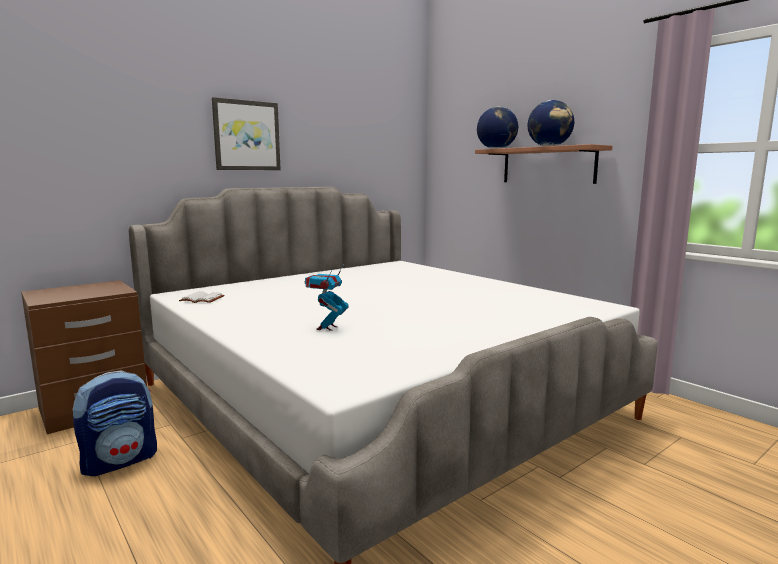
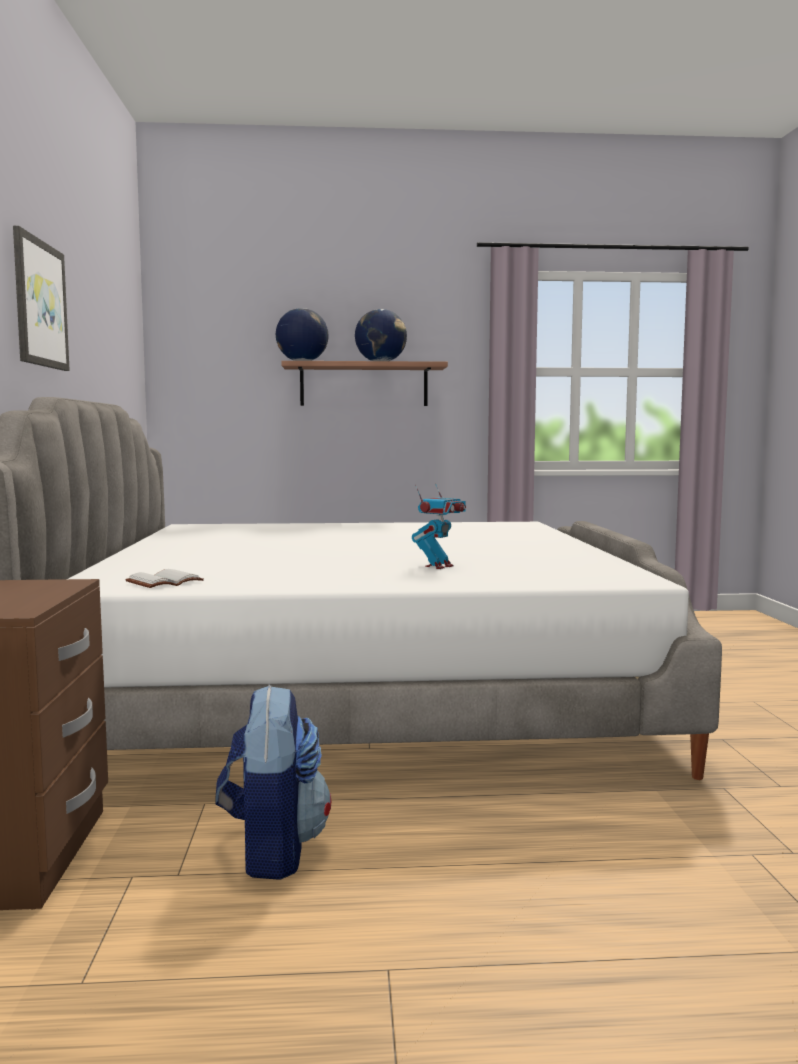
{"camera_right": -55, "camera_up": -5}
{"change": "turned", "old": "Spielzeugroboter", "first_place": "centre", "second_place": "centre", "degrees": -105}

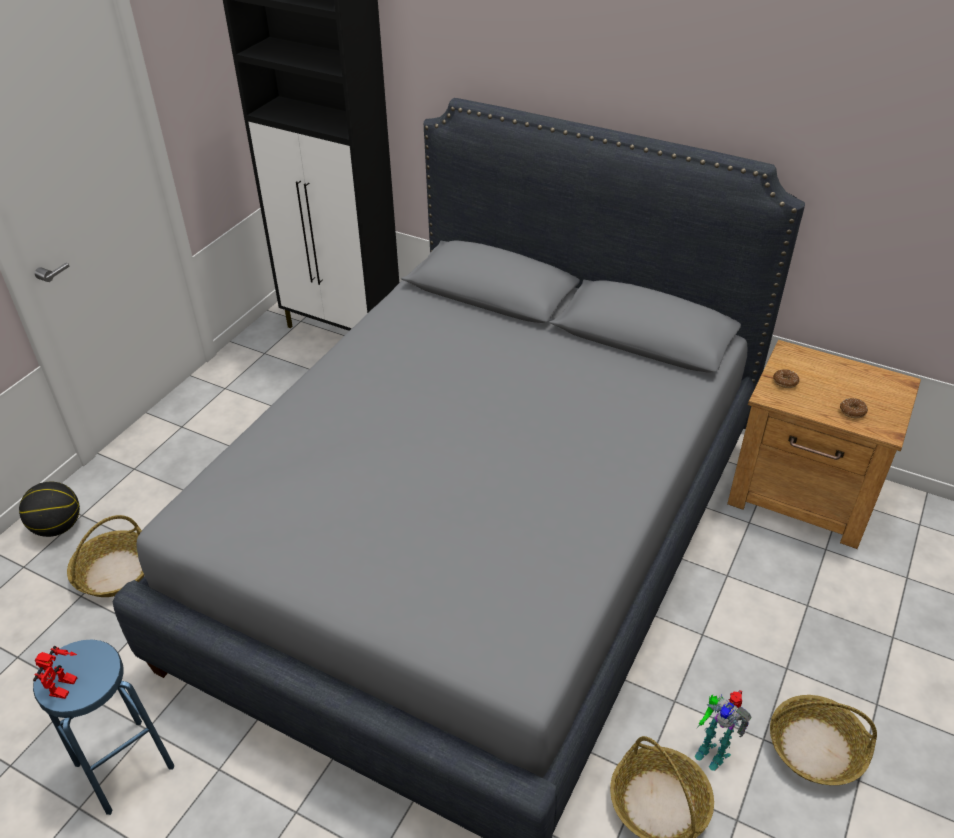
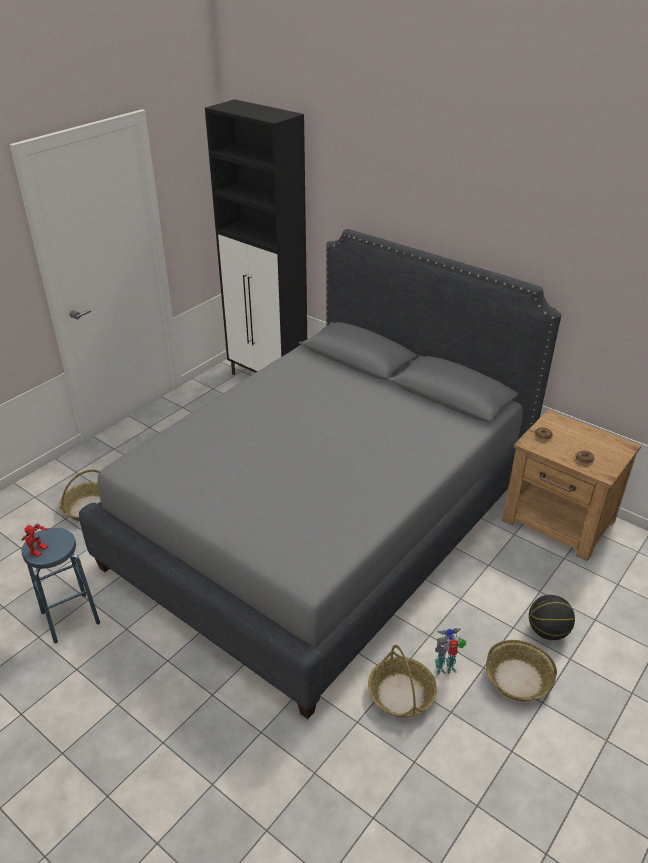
{"camera_right": 10, "camera_up": -5}
{"change": "moved", "old": "Basketball", "first_place": "middle left", "second_place": "bottom right"}
{"change": "turned", "old": "Spielzeugroboter (2nd from left)", "first_place": "bottom right", "second_place": "bottom right", "degrees": 120}

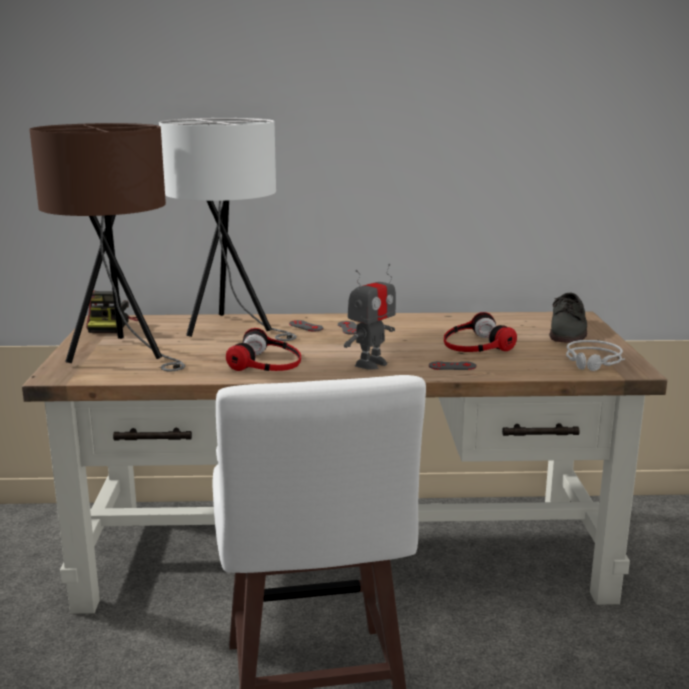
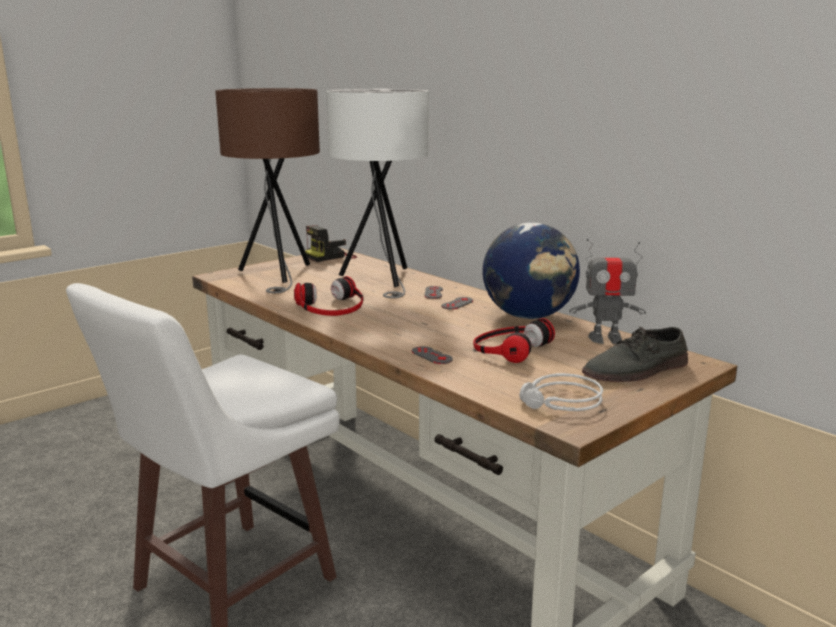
{"camera_right": 50, "camera_up": 0}
{"change": "added", "new": "Globus", "second_place": "centre"}
{"change": "moved", "old": "Spielzeugroboter", "first_place": "centre", "second_place": "middle right"}

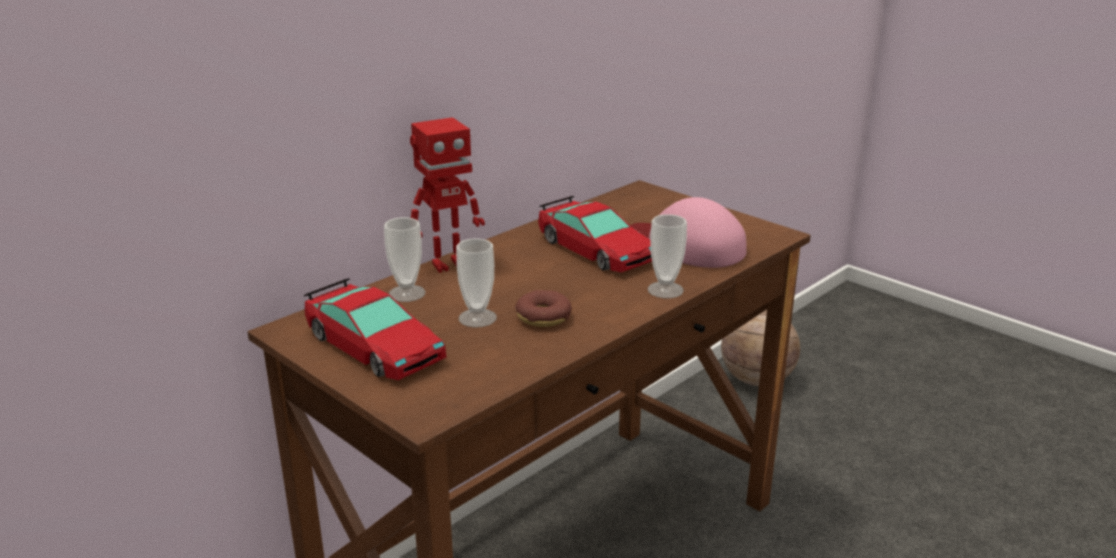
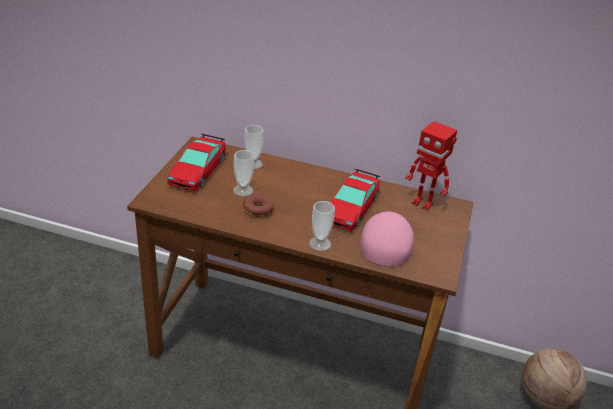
{"camera_right": 60, "camera_up": 10}
{"change": "moved", "old": "Spielzeugroboter", "first_place": "centre", "second_place": "middle right"}

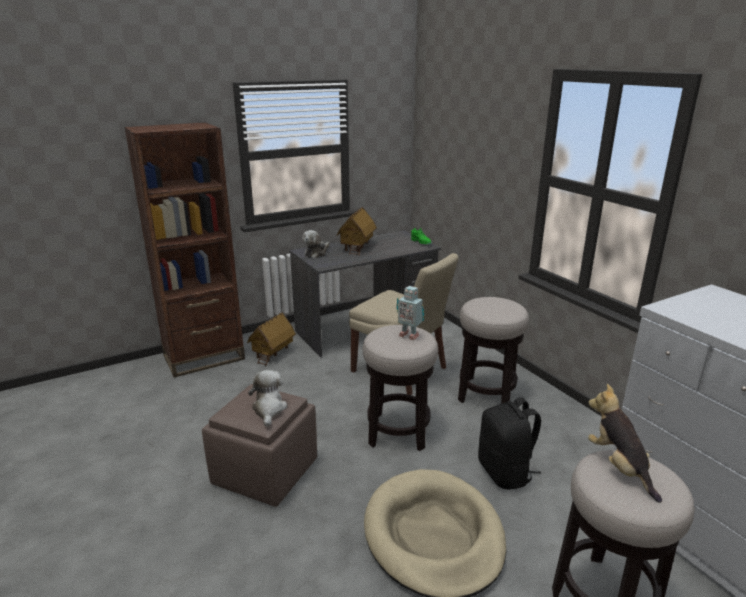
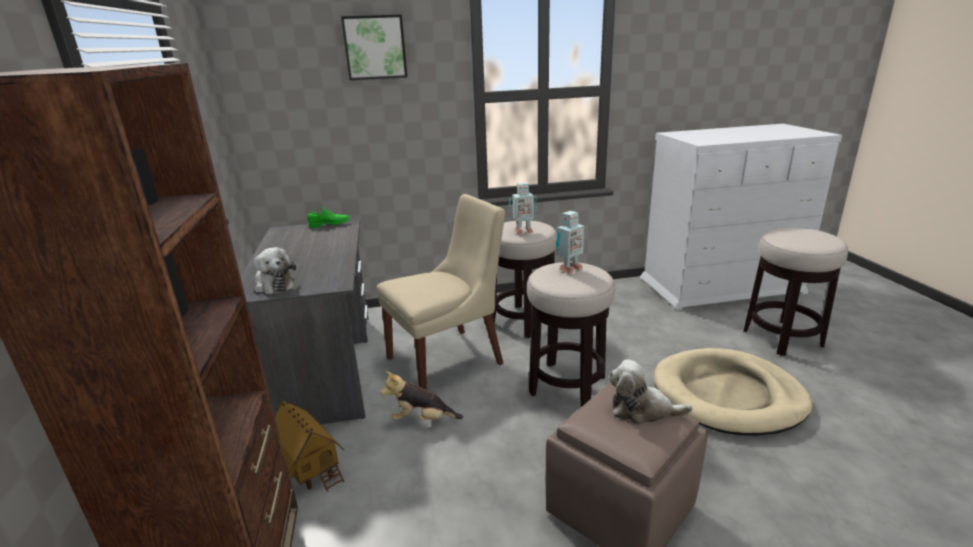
{"camera_right": -70, "camera_up": 0}
{"change": "removed", "old": "Spielzeughaus (2nd from left)", "first_place": "centre"}
{"change": "removed", "old": "Rucksack (schwarz)", "first_place": "bottom right"}
{"change": "added", "new": "Bild", "second_place": "top centre"}
{"change": "added", "new": "Spielzeugroboter (1st from left)", "second_place": "centre"}
{"change": "moved", "old": "Plüschtier (3rd from left in the first image)", "new": "Plüschtier (2nd from left)", "first_place": "bottom right", "second_place": "bottom centre"}

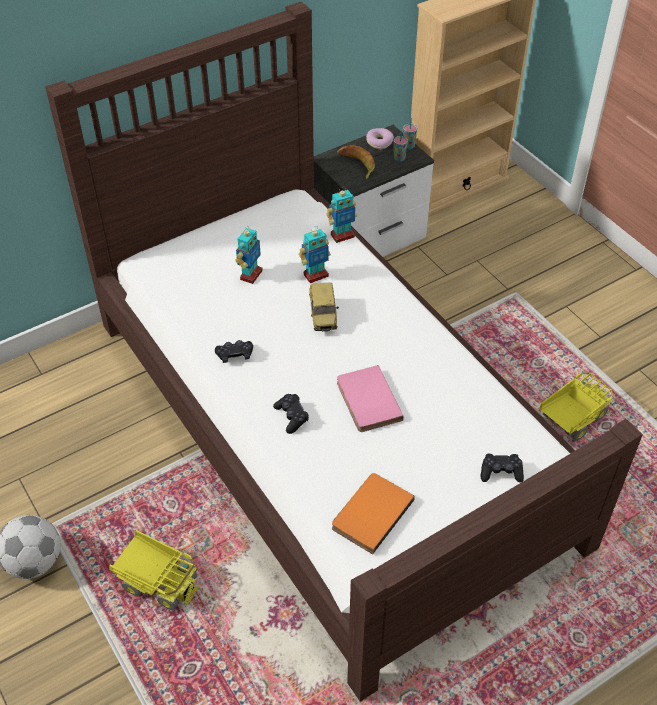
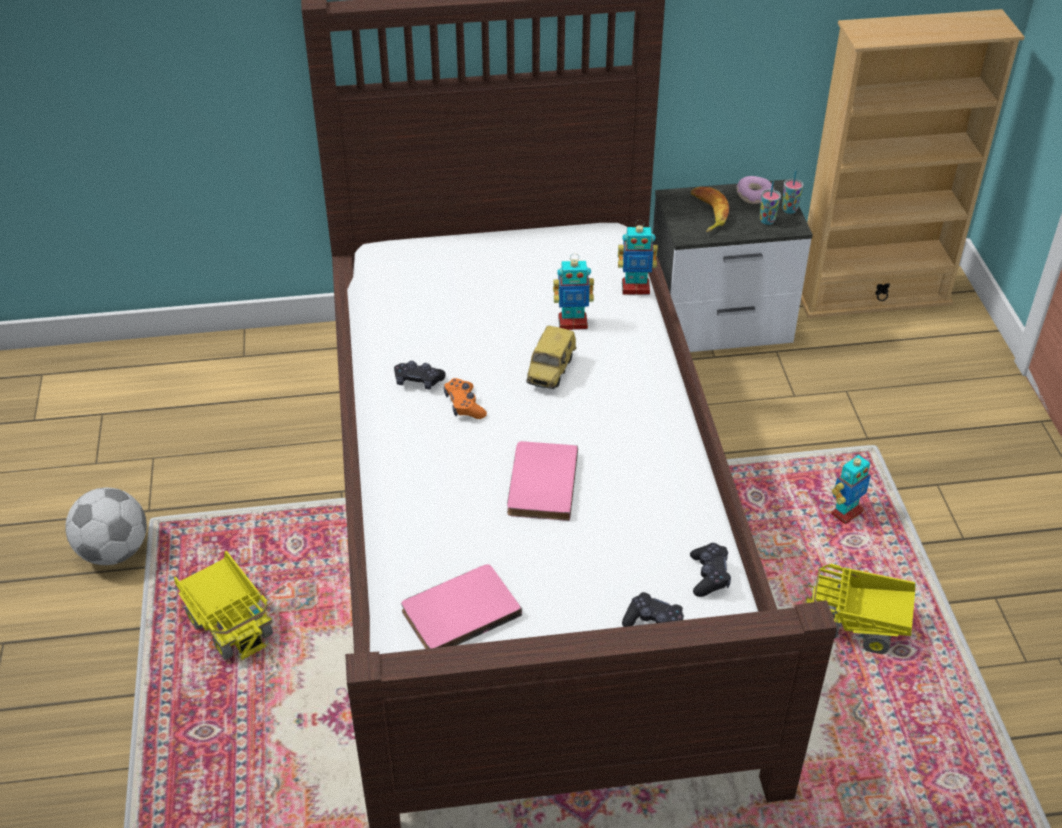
{"camera_right": 25, "camera_up": -5}
{"change": "added", "new": "Gamepad (orange)", "second_place": "centre"}
{"change": "moved", "old": "Spielzeugroboter (1st from left in the first image)", "new": "Spielzeugroboter (3rd from left)", "first_place": "centre", "second_place": "middle right"}
{"change": "moved", "old": "Gamepad (schwarz) (2nd from left in the first image)", "new": "Gamepad (schwarz) (3rd from left)", "first_place": "centre", "second_place": "bottom right"}
{"change": "recoloured", "old": "Buch (orange)", "new": "Buch (rosa) (1st from left)", "first_place": "bottom centre", "second_place": "bottom centre"}
{"change": "turned", "old": "Spielzeuglaster (2nd from left)", "first_place": "middle right", "second_place": "bottom right", "degrees": -150}

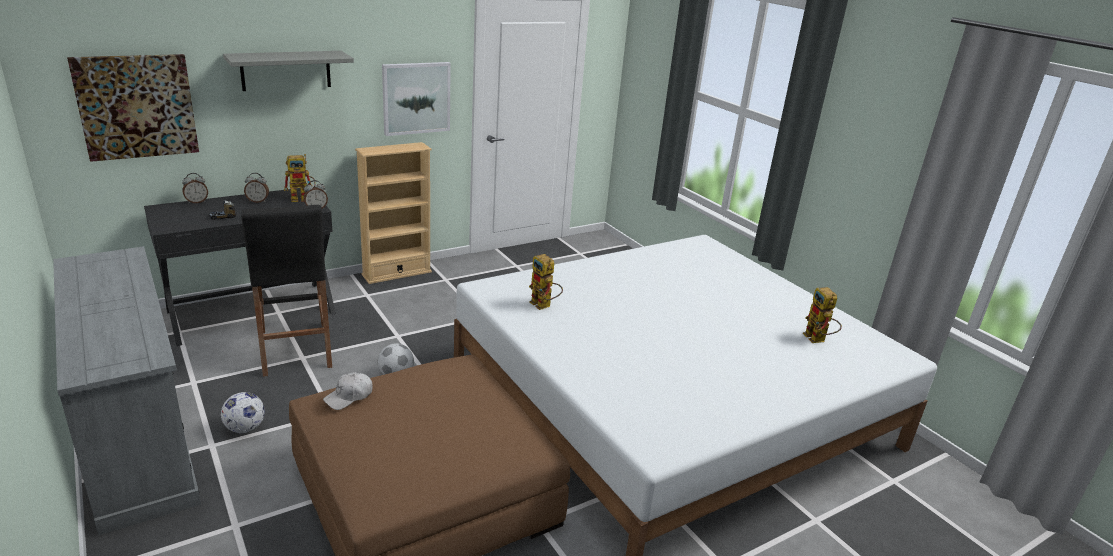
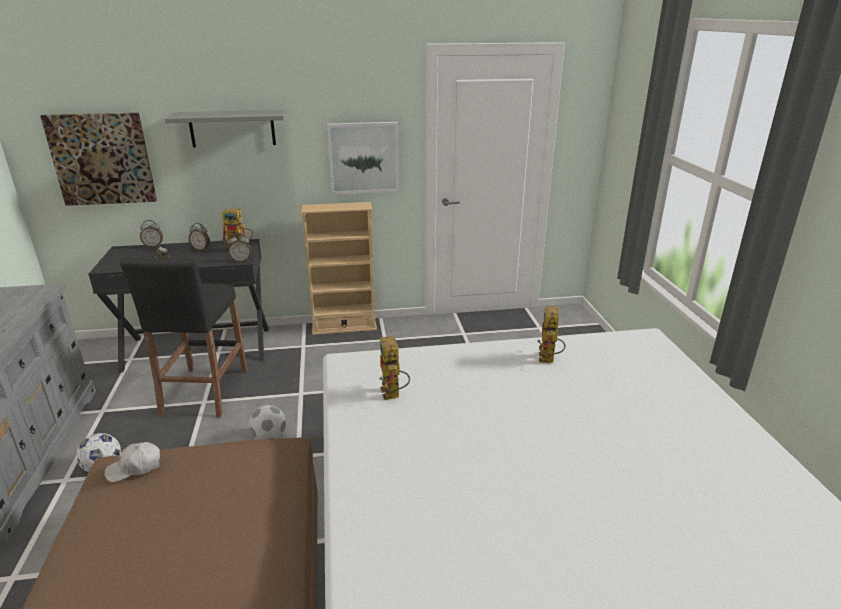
{"camera_right": 25, "camera_up": 0}
{"change": "moved", "old": "Spielzeugroboter (3rd from left)", "first_place": "middle right", "second_place": "centre"}

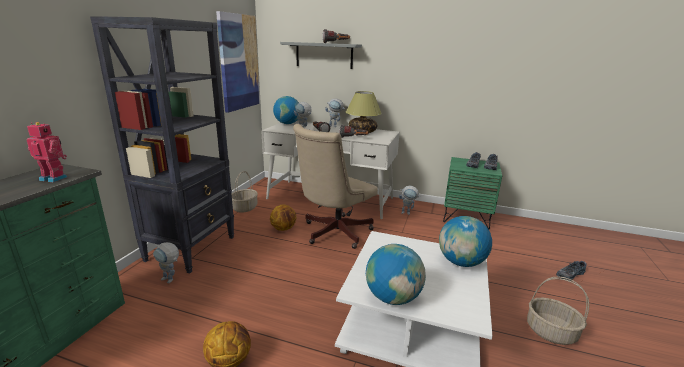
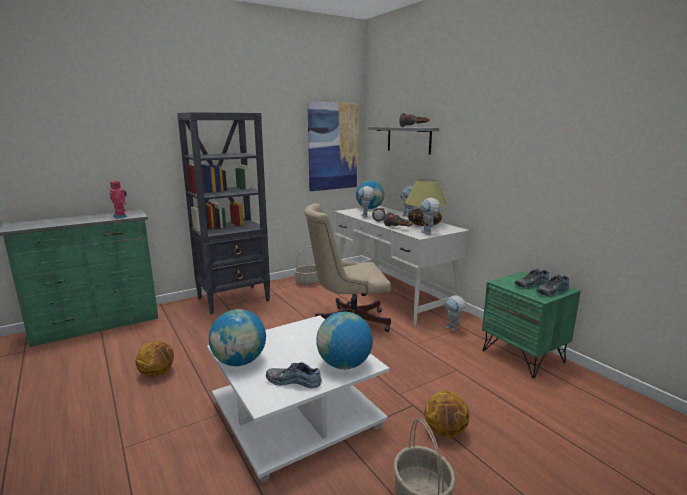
{"camera_right": 40, "camera_up": -5}
{"change": "moved", "old": "Spielzeugroboter (2nd from left in the first image)", "new": "Spielzeugroboter (4th from left)", "first_place": "bottom left", "second_place": "centre"}
{"change": "moved", "old": "Basketball (2nd from left)", "first_place": "centre", "second_place": "bottom centre"}
{"change": "moved", "old": "Schuh (3rd from left in the first image)", "new": "Schuh (1st from left)", "first_place": "bottom right", "second_place": "bottom centre"}

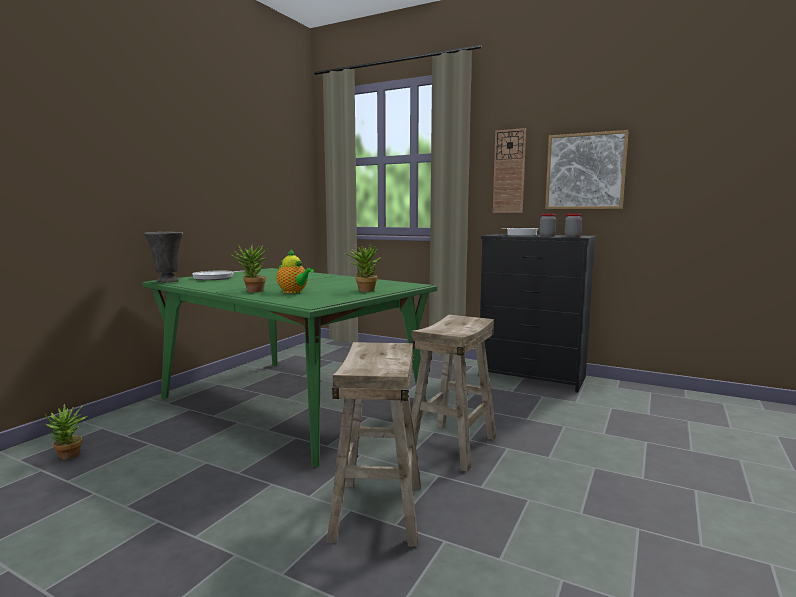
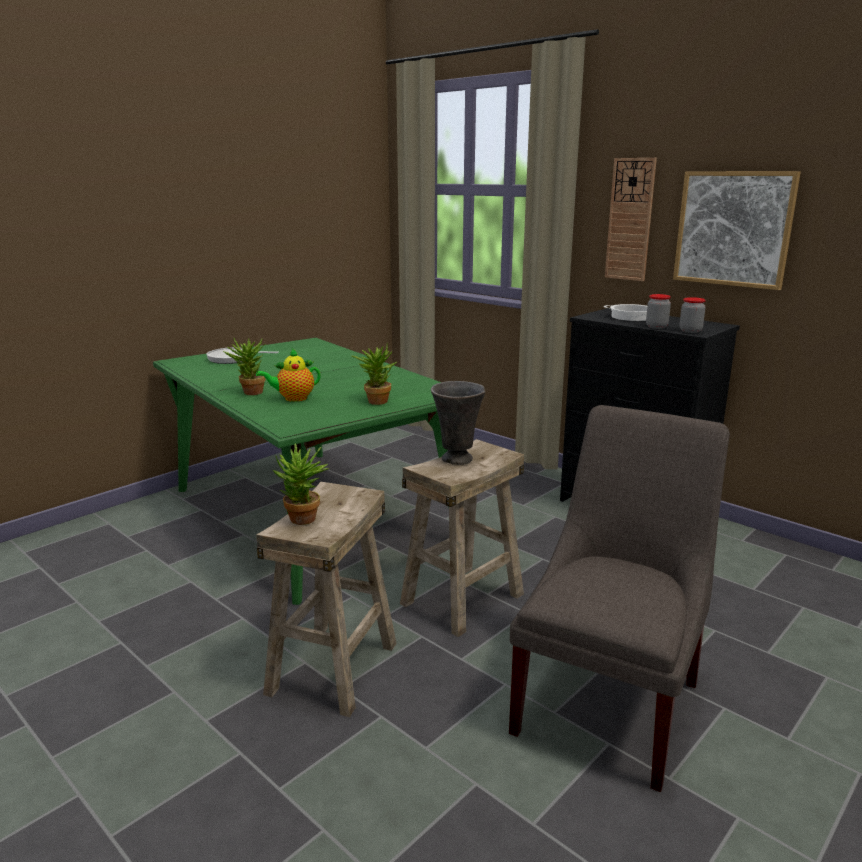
{"camera_right": 15, "camera_up": 10}
{"change": "added", "new": "Stuhl (grau)", "second_place": "bottom right"}
{"change": "moved", "old": "Topfpflanze (1st from left in the first image)", "new": "Topfpflanze (2nd from left)", "first_place": "bottom left", "second_place": "centre"}
{"change": "moved", "old": "Vase (grau)", "first_place": "middle left", "second_place": "centre"}
{"change": "turned", "old": "Teekanne", "first_place": "centre", "second_place": "centre", "degrees": 105}

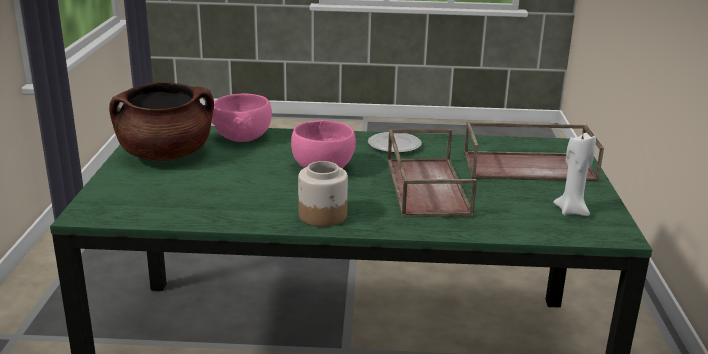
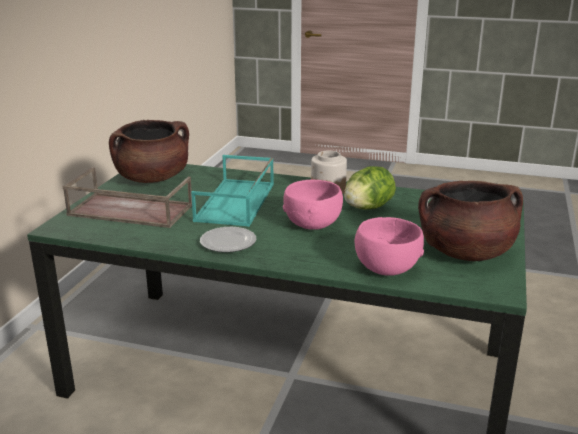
{"camera_right": -165, "camera_up": 0}
{"change": "added", "new": "Salatkopf", "second_place": "centre"}
{"change": "replaced", "old": "Kerze (weiß)", "new": "Kochtopf (braun) (1st from left)", "first_place": "middle right", "second_place": "middle left"}
{"change": "recoloured", "old": "Tablett (braun) (1st from left)", "new": "Tablett (türkis)", "first_place": "centre", "second_place": "centre"}

